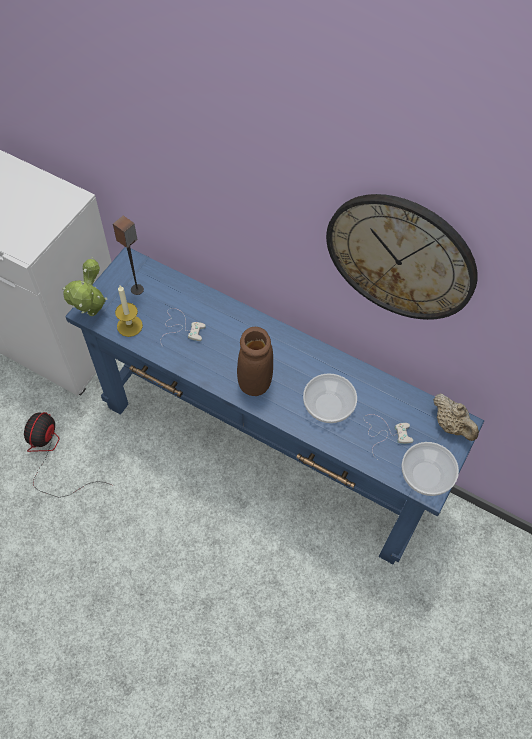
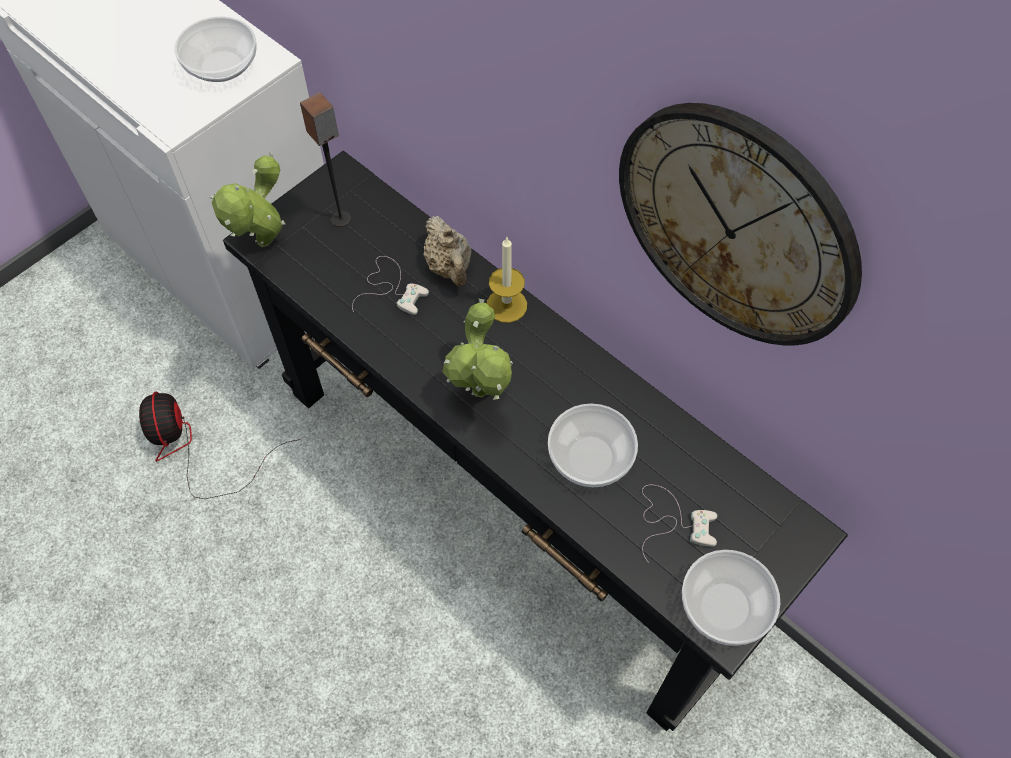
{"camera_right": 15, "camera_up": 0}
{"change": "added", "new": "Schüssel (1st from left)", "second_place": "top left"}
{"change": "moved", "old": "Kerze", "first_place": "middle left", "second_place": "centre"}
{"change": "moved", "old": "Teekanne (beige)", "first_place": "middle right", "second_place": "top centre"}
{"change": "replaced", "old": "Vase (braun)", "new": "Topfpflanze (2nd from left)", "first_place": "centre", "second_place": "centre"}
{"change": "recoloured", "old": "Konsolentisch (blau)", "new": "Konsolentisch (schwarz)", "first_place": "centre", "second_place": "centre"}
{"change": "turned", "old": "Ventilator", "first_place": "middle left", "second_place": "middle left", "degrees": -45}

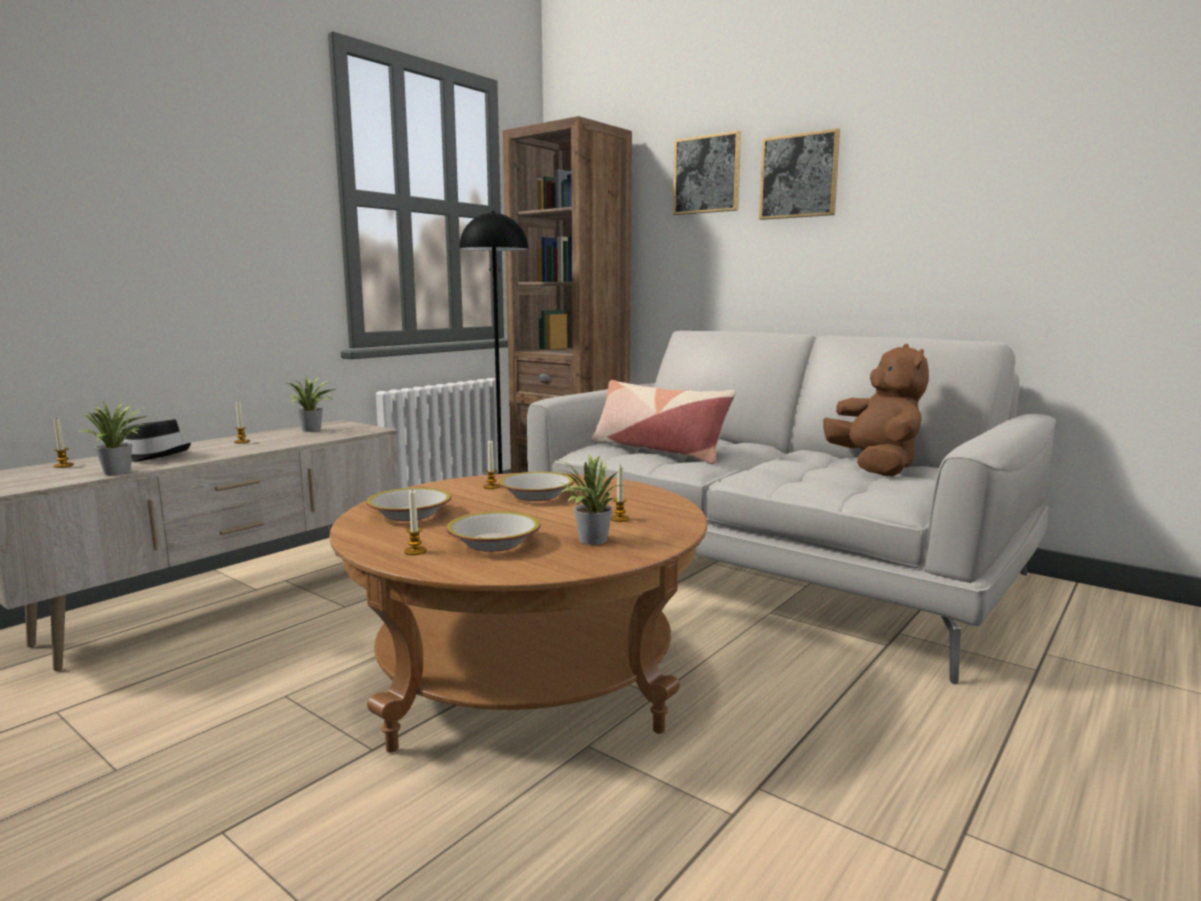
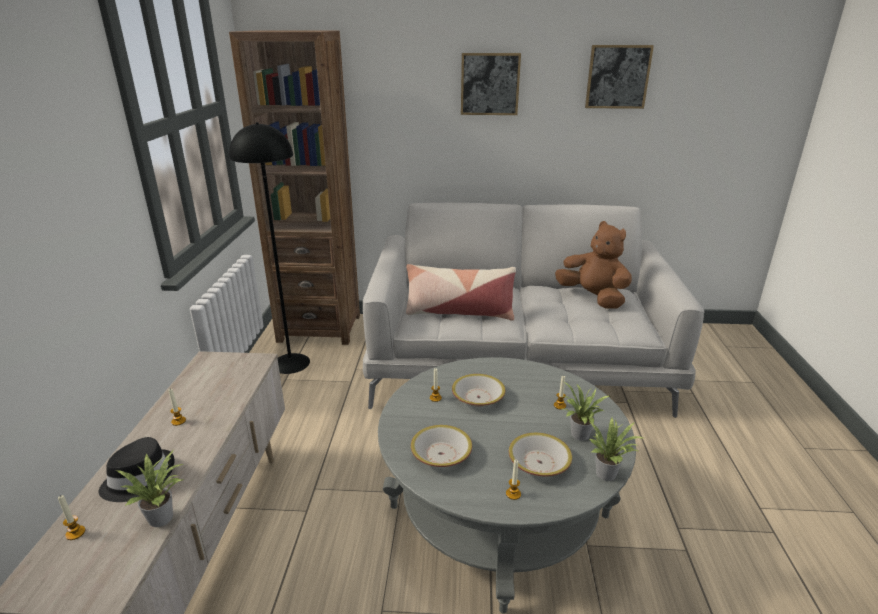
{"camera_right": -35, "camera_up": 15}
{"change": "moved", "old": "Topfpflanze (2nd from left in the first image)", "new": "Topfpflanze (3rd from left)", "first_place": "middle left", "second_place": "bottom right"}
{"change": "moved", "old": "Bild (1st from left in the first image)", "new": "Bild (2nd from left)", "first_place": "top centre", "second_place": "top right"}
{"change": "recoloured", "old": "Couchtisch (braun)", "new": "Couchtisch (grau)", "first_place": "bottom centre", "second_place": "bottom centre"}

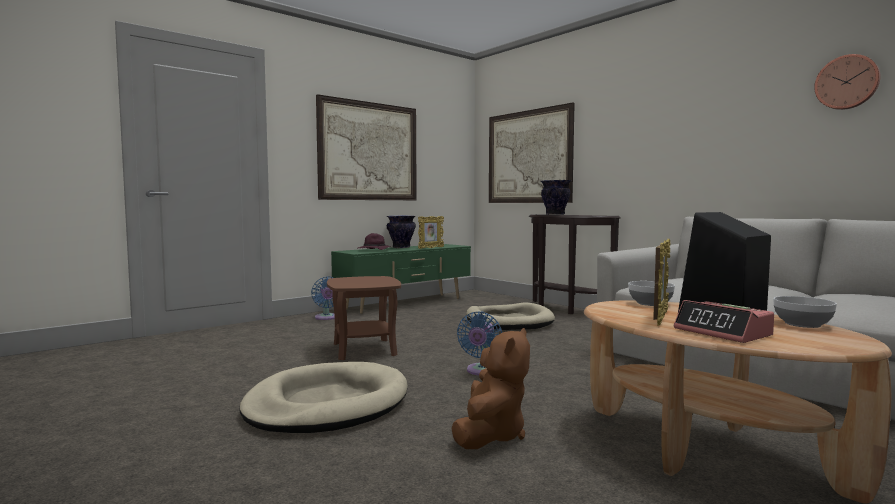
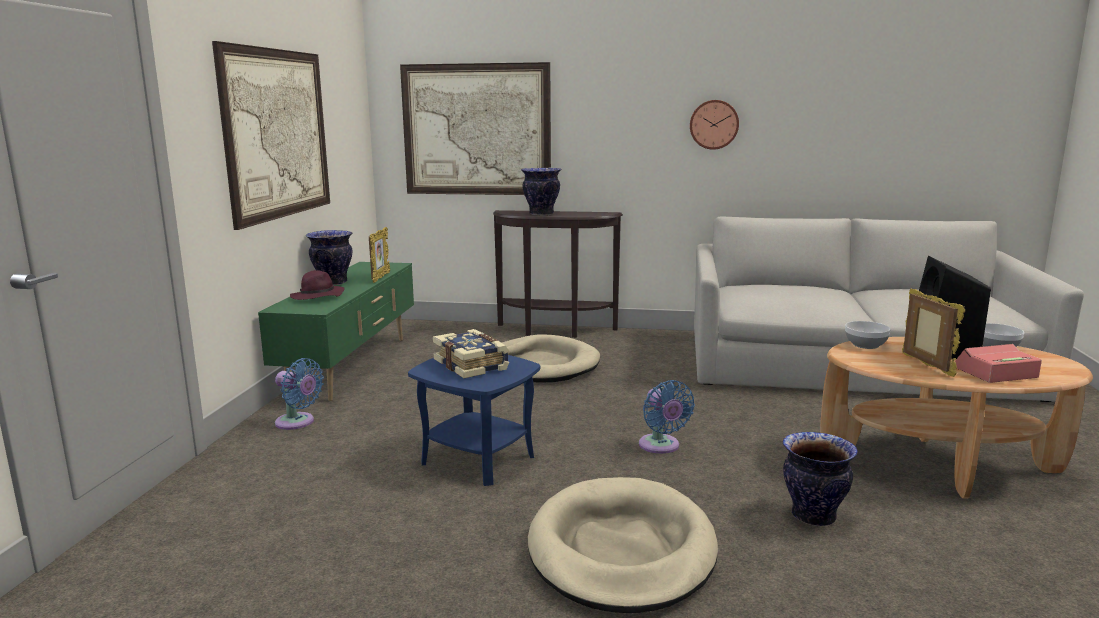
{"camera_right": -40, "camera_up": 10}
{"change": "added", "new": "Buch", "second_place": "centre"}
{"change": "moved", "old": "Wanduhr", "first_place": "top right", "second_place": "top centre"}
{"change": "replaced", "old": "Plüschtier (braun)", "new": "Vase (3rd from left)", "first_place": "bottom centre", "second_place": "bottom right"}
{"change": "recoloured", "old": "Beistelltisch (braun)", "new": "Beistelltisch (blau)", "first_place": "centre", "second_place": "bottom centre"}
{"change": "turned", "old": "Wecker", "first_place": "middle right", "second_place": "middle right", "degrees": 150}

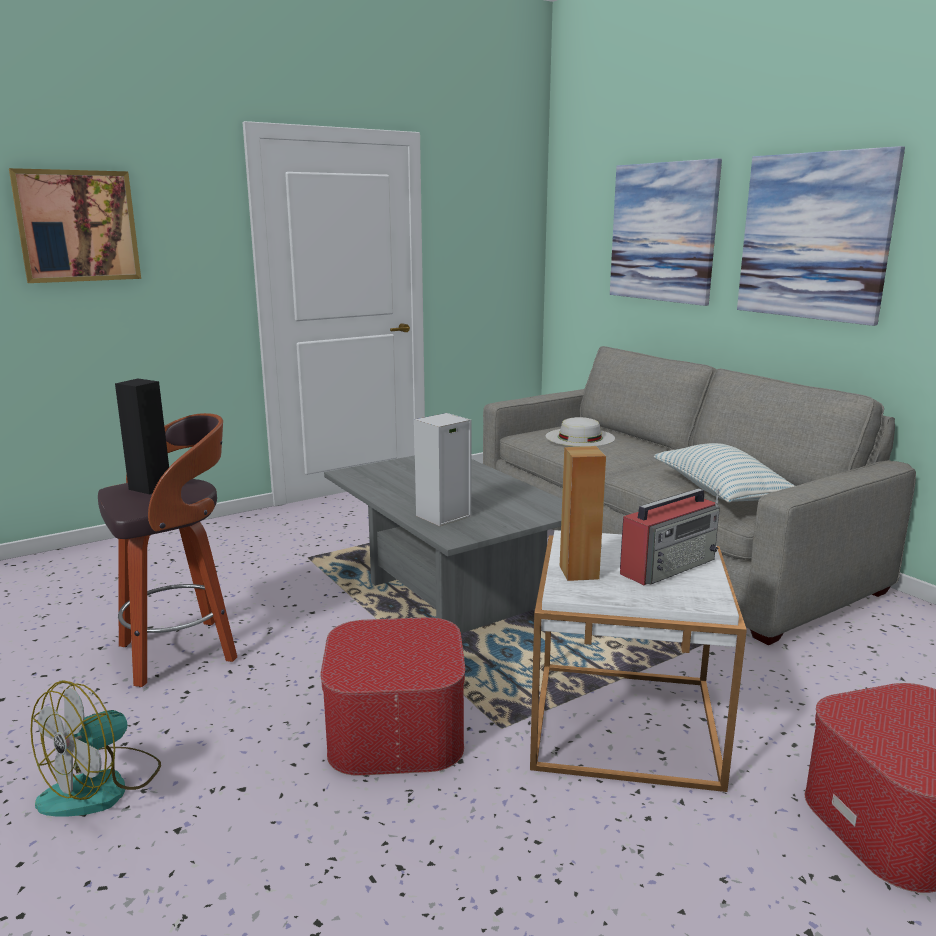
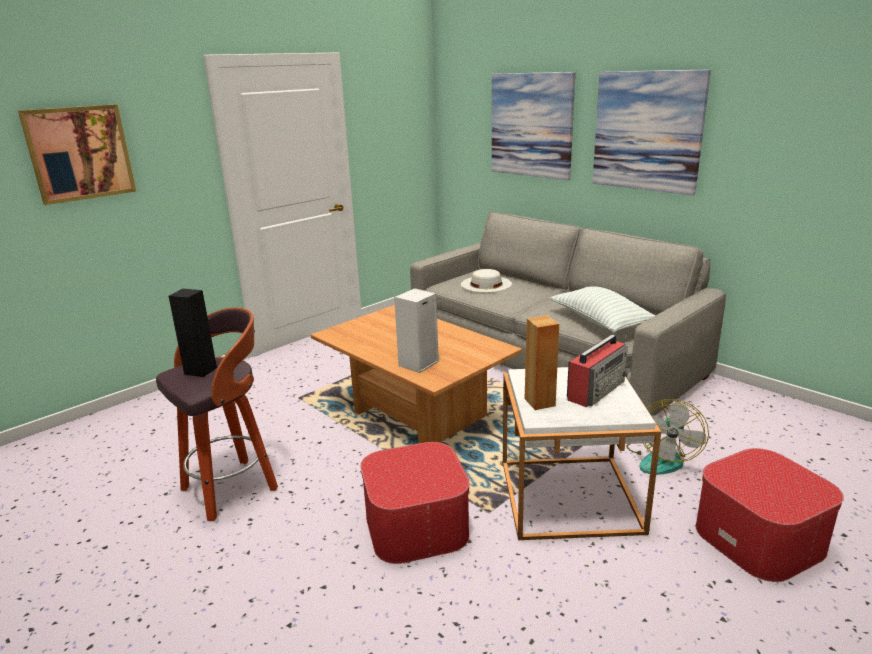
{"camera_right": -10, "camera_up": 5}
{"change": "moved", "old": "Ventilator", "first_place": "bottom left", "second_place": "bottom right"}
{"change": "recoloured", "old": "Couchtisch (grau)", "new": "Couchtisch (braun)", "first_place": "centre", "second_place": "centre"}

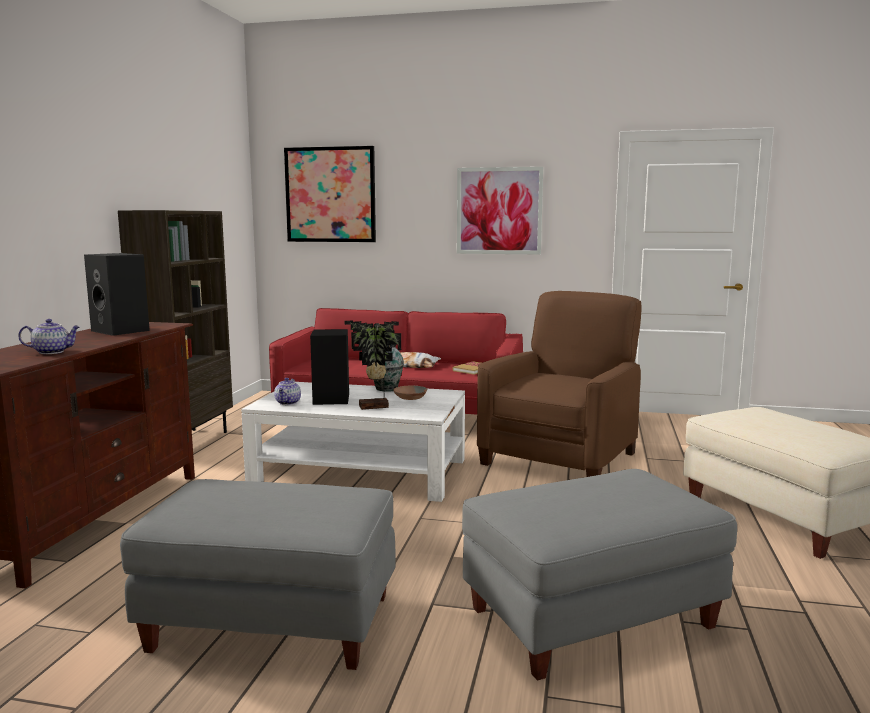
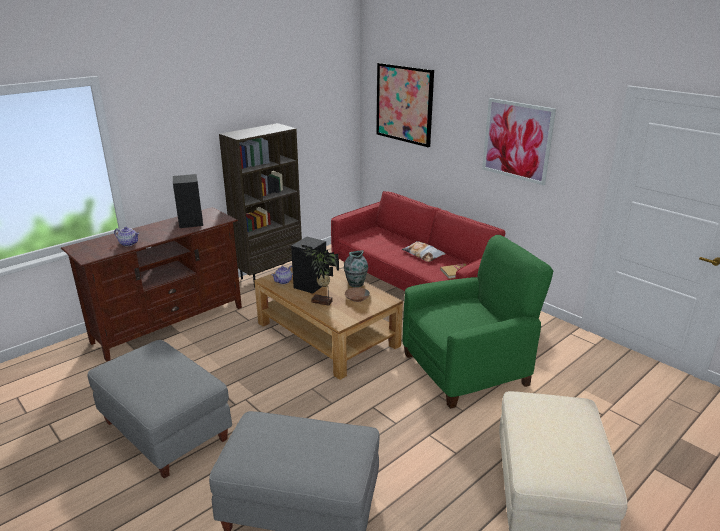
{"camera_right": 35, "camera_up": 15}
{"change": "recoloured", "old": "Couchtisch (weiß)", "new": "Couchtisch (braun)", "first_place": "centre", "second_place": "centre"}
{"change": "recoloured", "old": "Sessel (braun)", "new": "Sessel (grün)", "first_place": "centre", "second_place": "centre"}

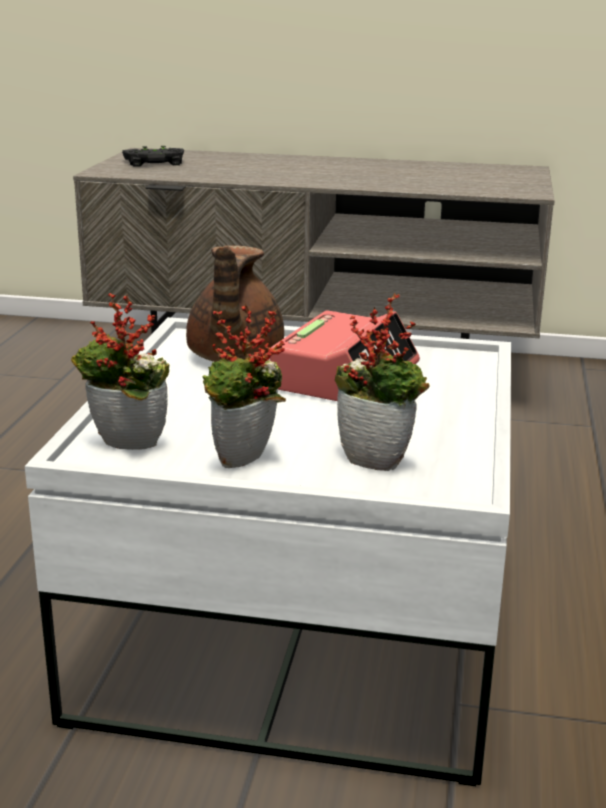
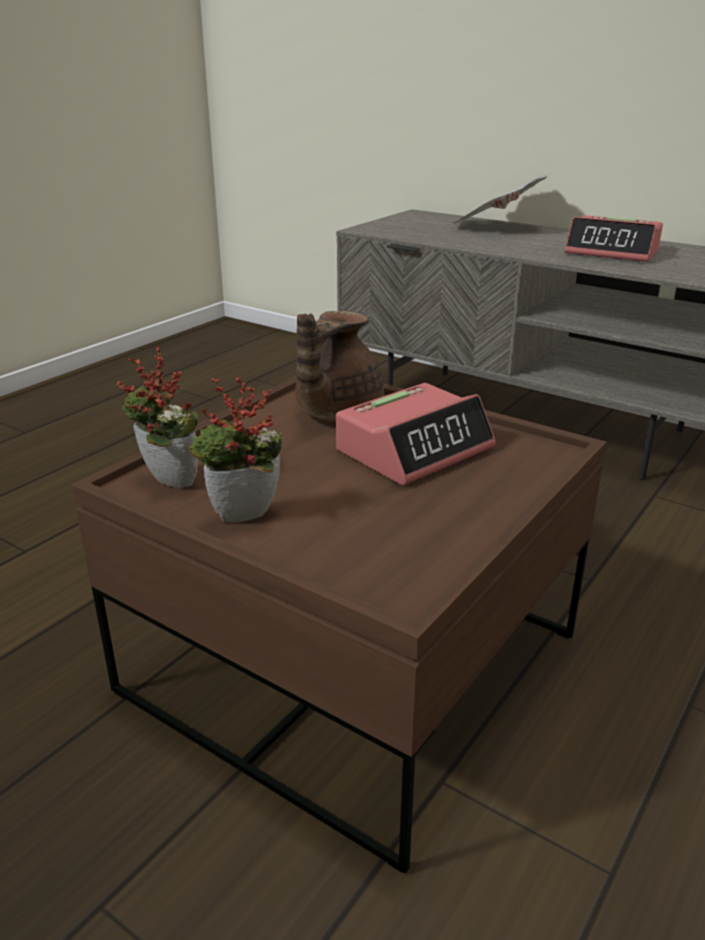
{"camera_right": 25, "camera_up": 5}
{"change": "removed", "old": "Gamepad (schwarz)", "first_place": "top left"}
{"change": "removed", "old": "Topfpflanze (3rd from left)", "first_place": "centre"}
{"change": "added", "new": "Zeitung", "second_place": "top right"}
{"change": "added", "new": "Wecker (2nd from left)", "second_place": "top right"}
{"change": "recoloured", "old": "Couchtisch (weiß)", "new": "Couchtisch (braun)", "first_place": "bottom centre", "second_place": "centre"}

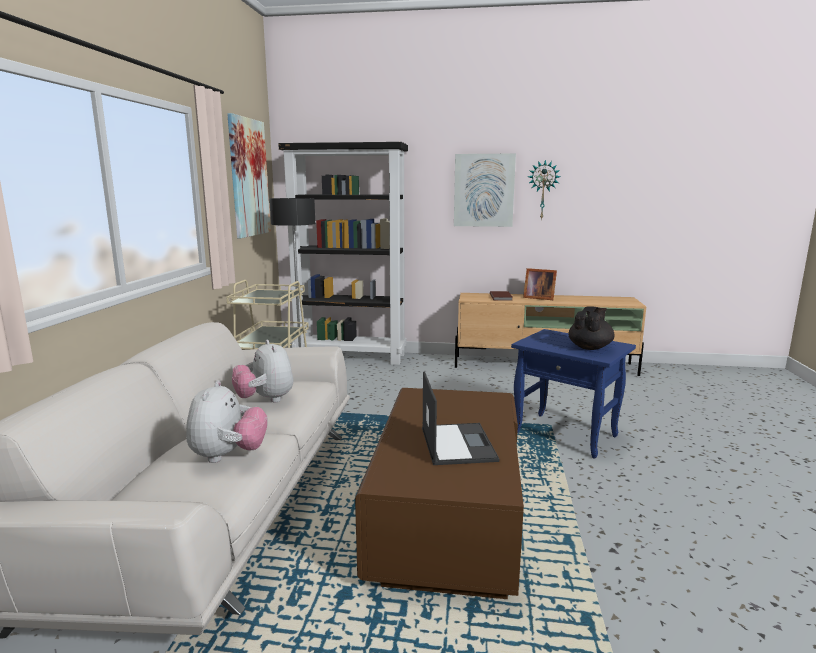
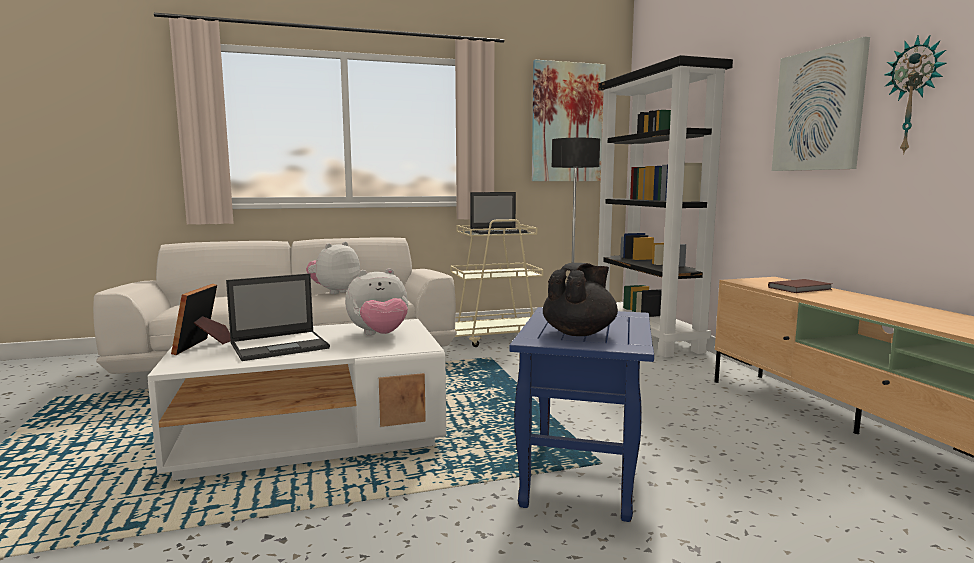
{"camera_right": 65, "camera_up": -5}
{"change": "added", "new": "Laptop (2nd from left)", "second_place": "centre"}
{"change": "moved", "old": "Plüschtier (1st from left in the first image)", "new": "Plüschtier (2nd from left)", "first_place": "middle left", "second_place": "centre"}
{"change": "moved", "old": "Bilderrahmen", "first_place": "centre", "second_place": "middle left"}
{"change": "recoloured", "old": "Couchtisch (braun)", "new": "Couchtisch (weiß)", "first_place": "bottom centre", "second_place": "bottom left"}
{"change": "turned", "old": "Teekanne (schwarz)", "first_place": "middle right", "second_place": "centre", "degrees": -60}

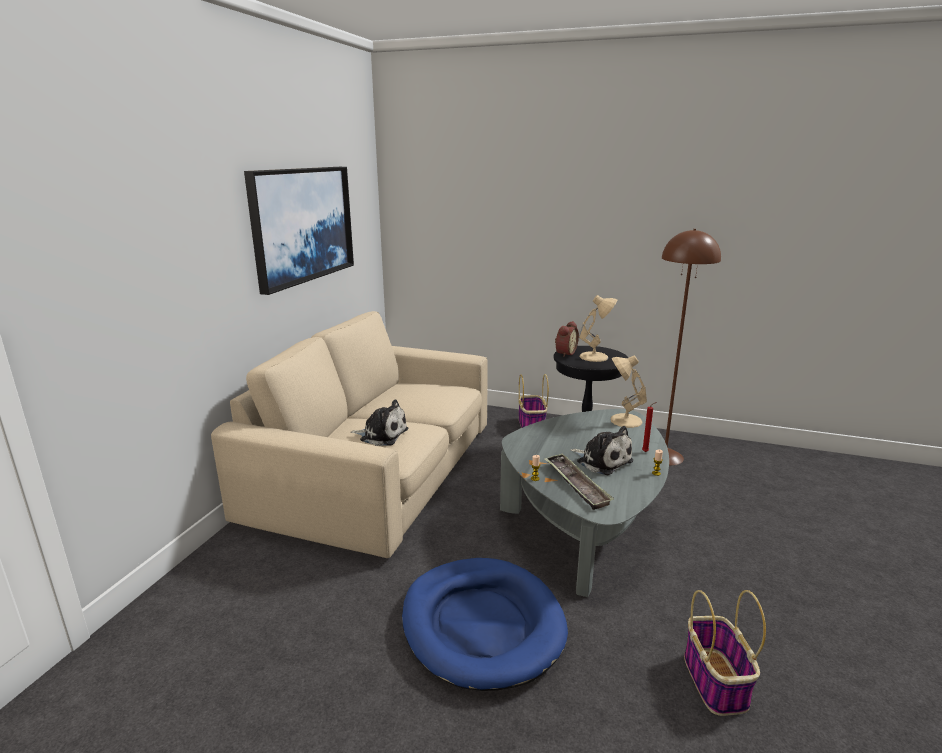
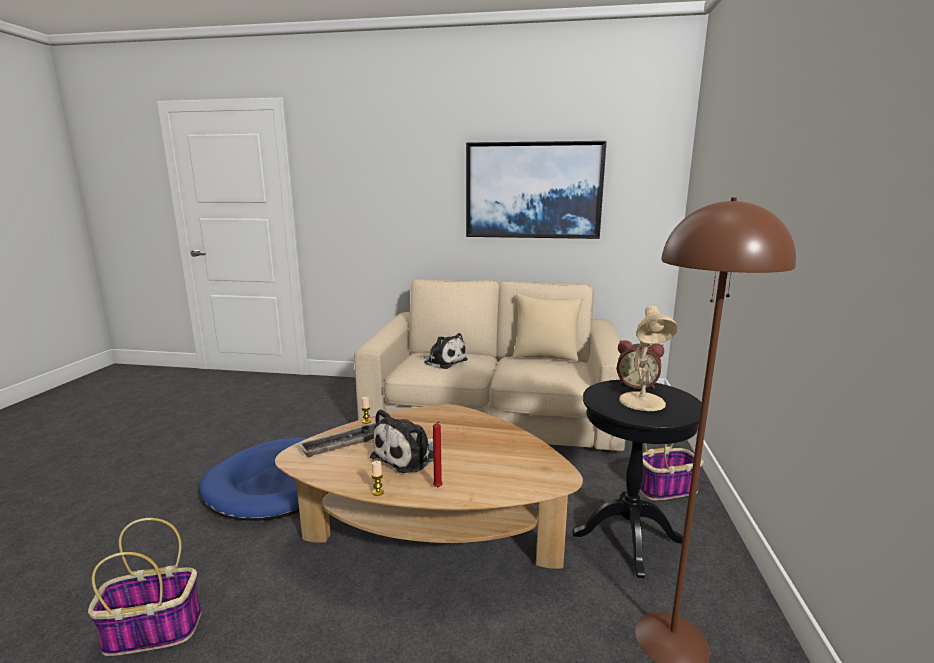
{"camera_right": 80, "camera_up": -5}
{"change": "removed", "old": "Tischlampe (beige) (2nd from left)", "first_place": "middle right"}
{"change": "added", "new": "Kissen (beige)", "second_place": "centre"}
{"change": "recoloured", "old": "Couchtisch (grau)", "new": "Couchtisch (braun)", "first_place": "bottom centre", "second_place": "bottom centre"}
{"change": "turned", "old": "Plüschtier (1st from left in the first image)", "first_place": "centre", "second_place": "centre", "degrees": -60}

